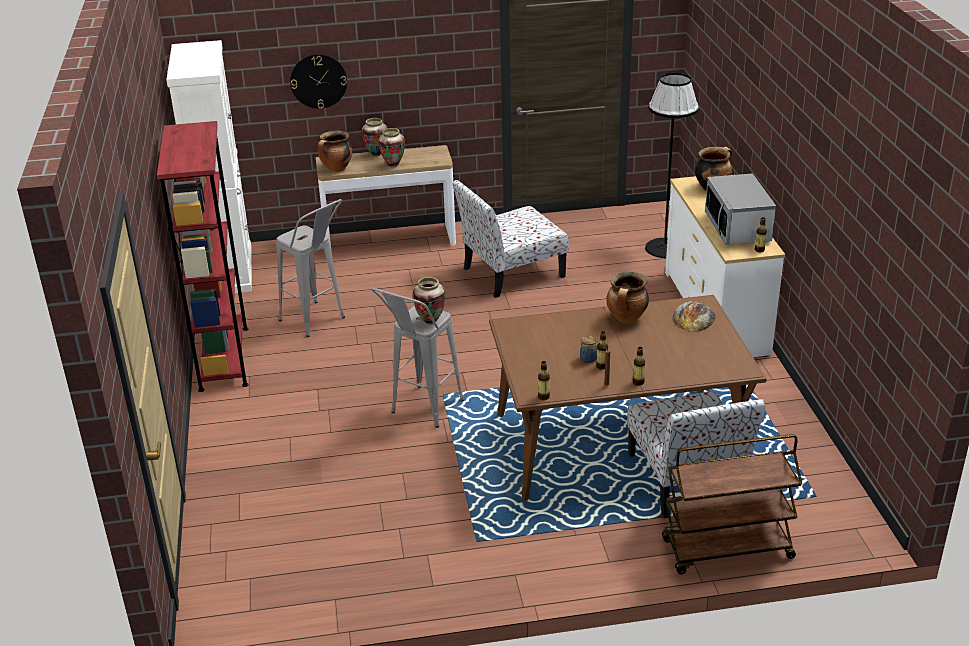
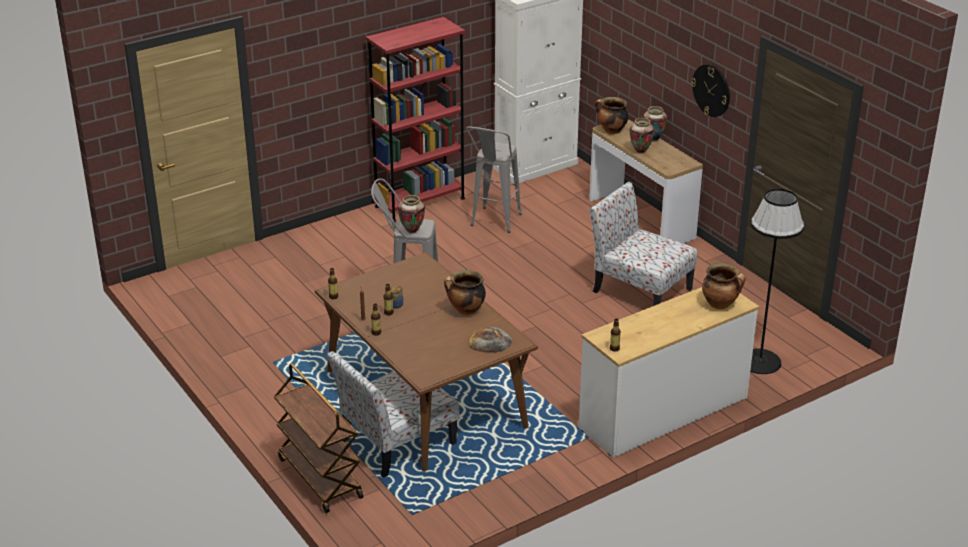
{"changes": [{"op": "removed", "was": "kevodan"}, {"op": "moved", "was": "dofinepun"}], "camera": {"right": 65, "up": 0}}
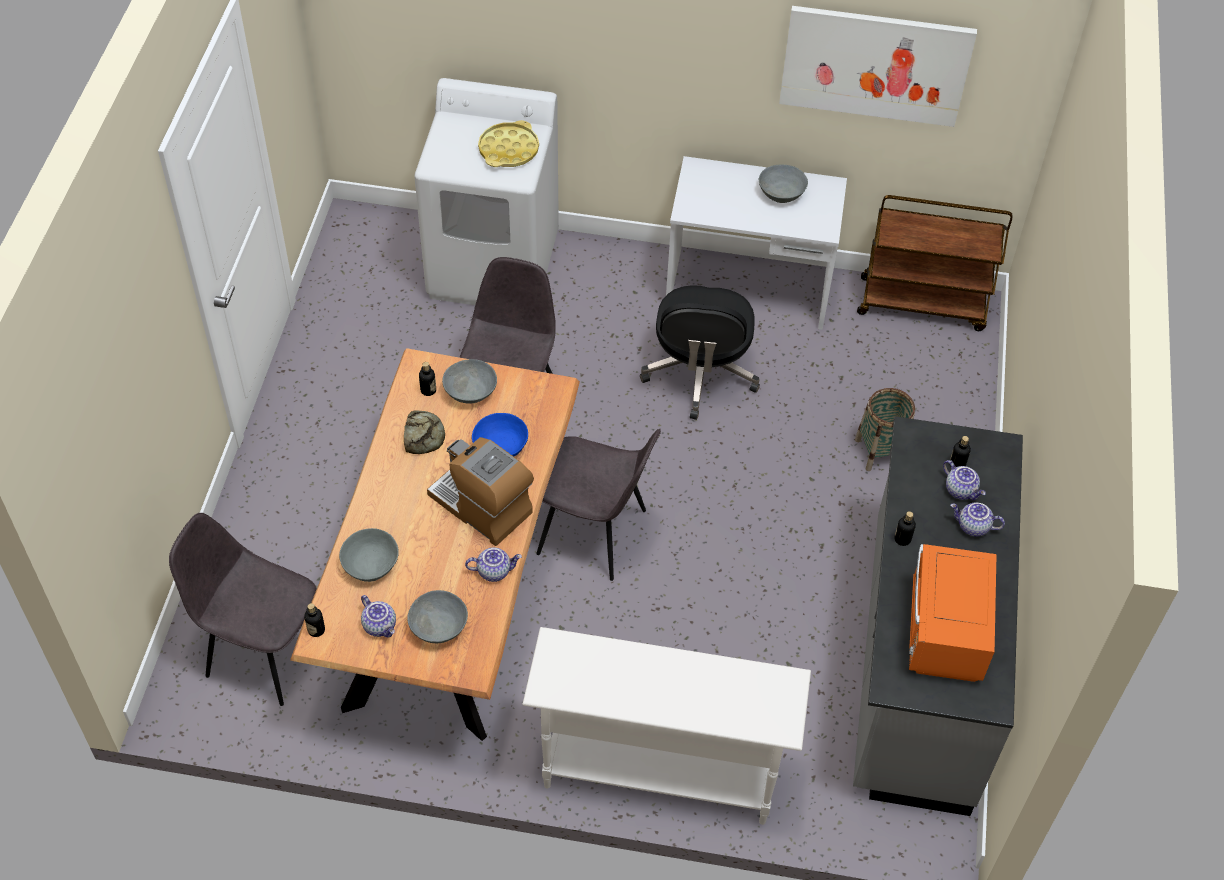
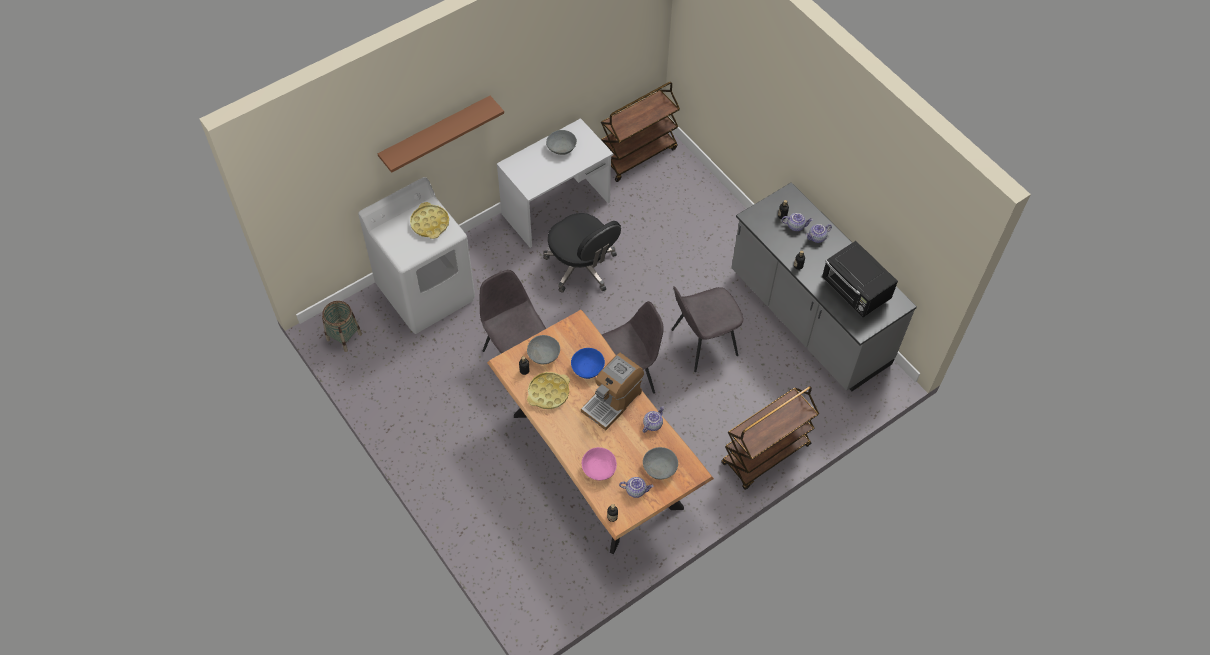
{"changes": [{"op": "removed", "was": "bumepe"}, {"op": "added", "now": "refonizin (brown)"}, {"op": "moved", "was": "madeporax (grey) (1st from left in the first image)", "now": "madeporax (grey) (3rd from left)"}, {"op": "moved", "was": "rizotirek"}, {"op": "replaced", "was": "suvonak", "now": "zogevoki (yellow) (2nd from left)"}, {"op": "replaced", "was": "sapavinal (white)", "now": "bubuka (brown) (2nd from left)"}, {"op": "recoloured", "was": "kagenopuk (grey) (1st from left)", "now": "kagenopuk (pink)"}, {"op": "recoloured", "was": "kevodan (orange)", "now": "kevodan (black)"}, {"op": "turned", "was": "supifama", "clockwise": -45}], "camera": {"right": -45, "up": 5}}
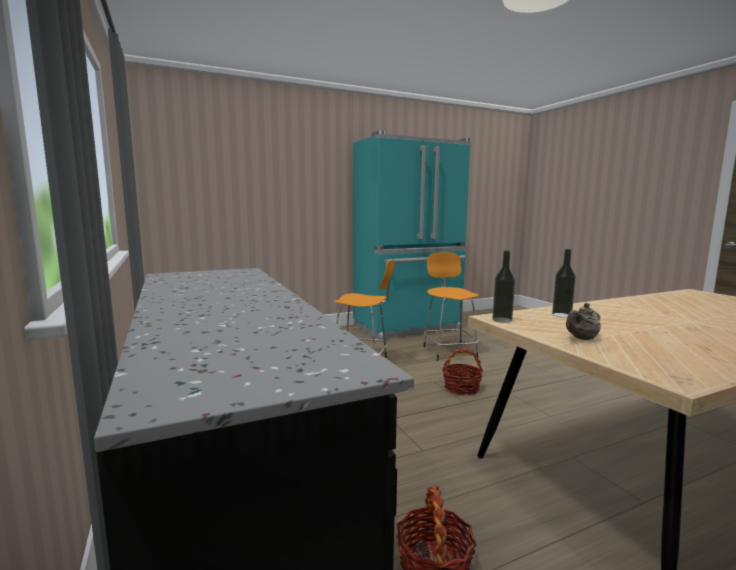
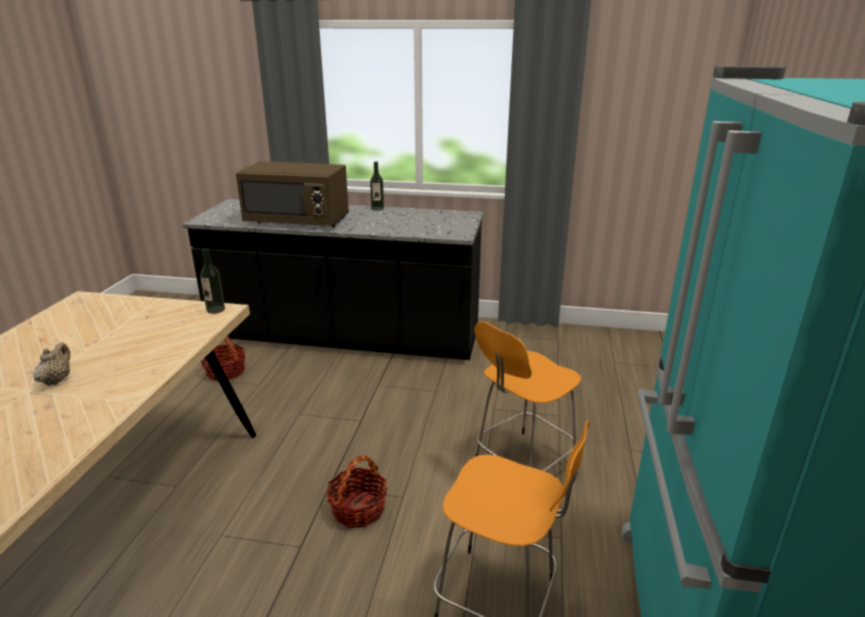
{"changes": [{"op": "added", "now": "kevodan (brown)"}, {"op": "moved", "was": "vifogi (2nd from left)"}, {"op": "moved", "was": "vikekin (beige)"}], "camera": {"right": 125, "up": 15}}
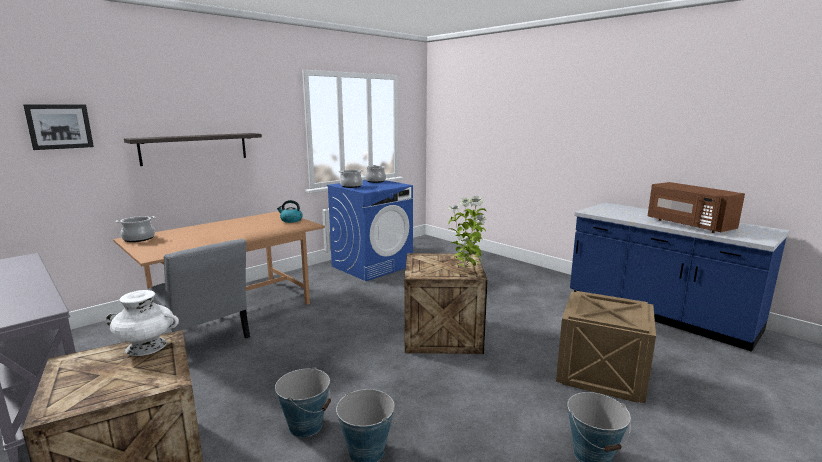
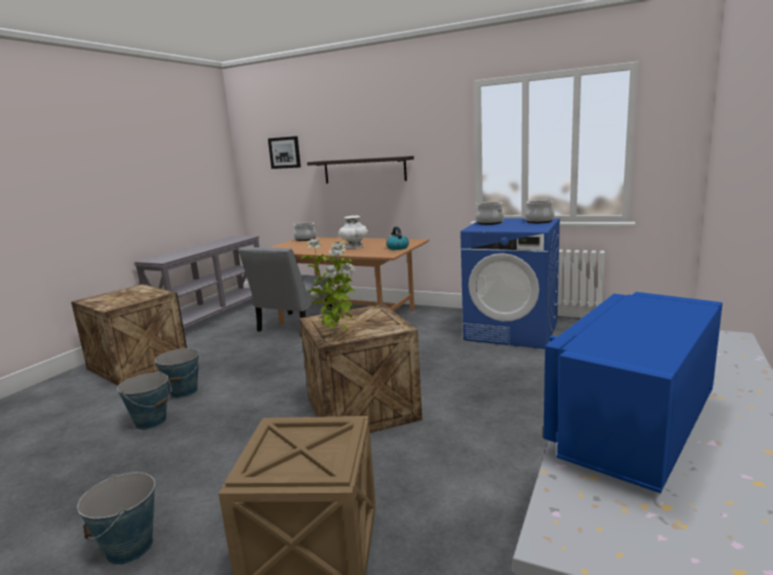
{"changes": [{"op": "moved", "was": "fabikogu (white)"}, {"op": "recoloured", "was": "kevodan (brown)", "now": "kevodan (blue)"}], "camera": {"right": 70, "up": 0}}
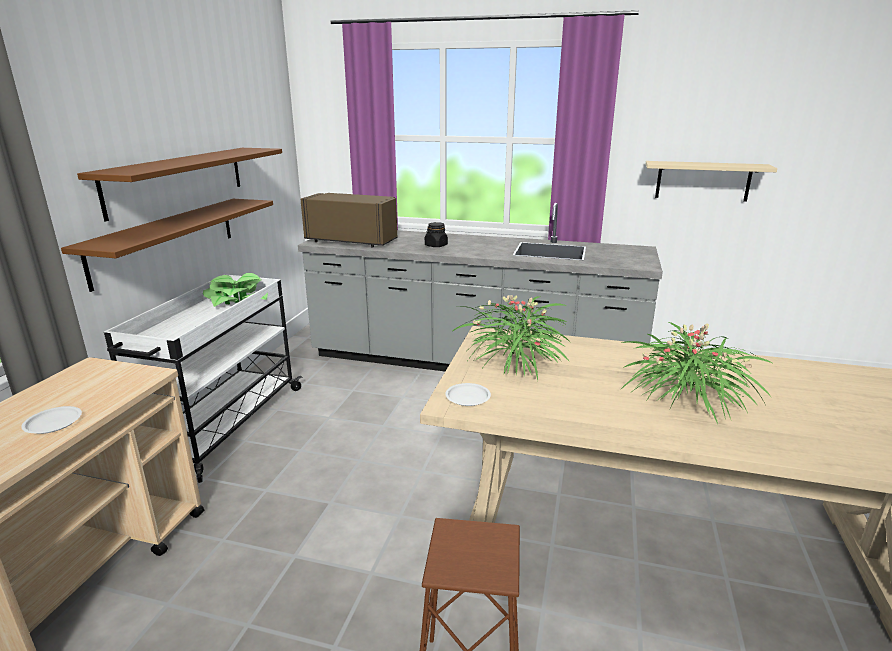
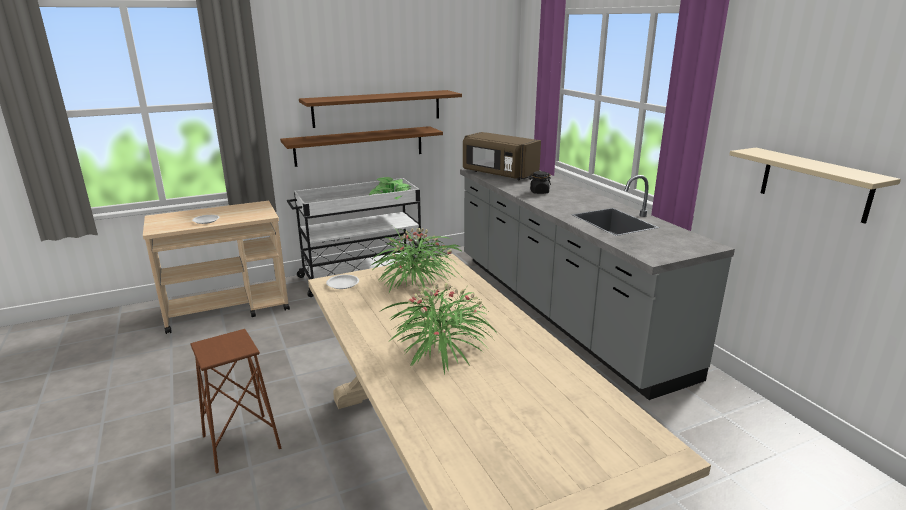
{"changes": [{"op": "turned", "was": "kevodan (brown)", "clockwise": 150}], "camera": {"right": 50, "up": 0}}
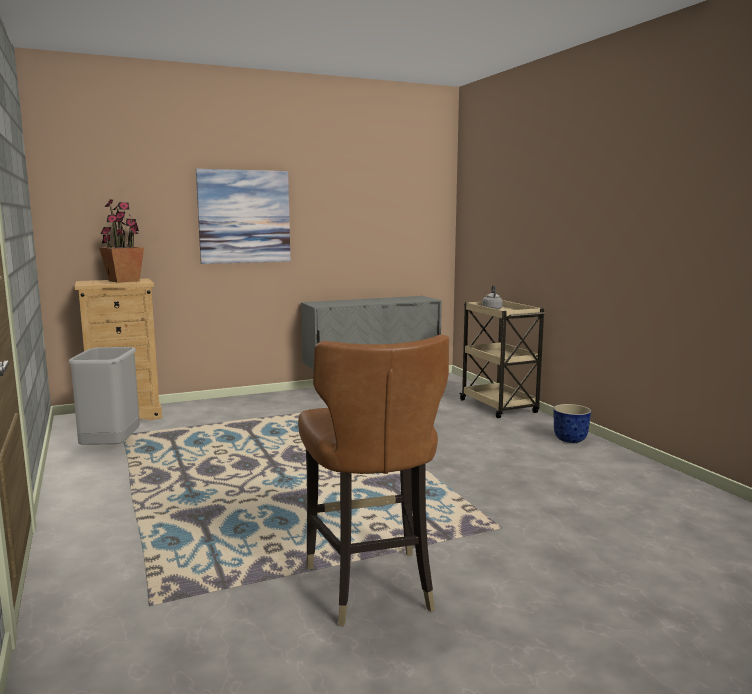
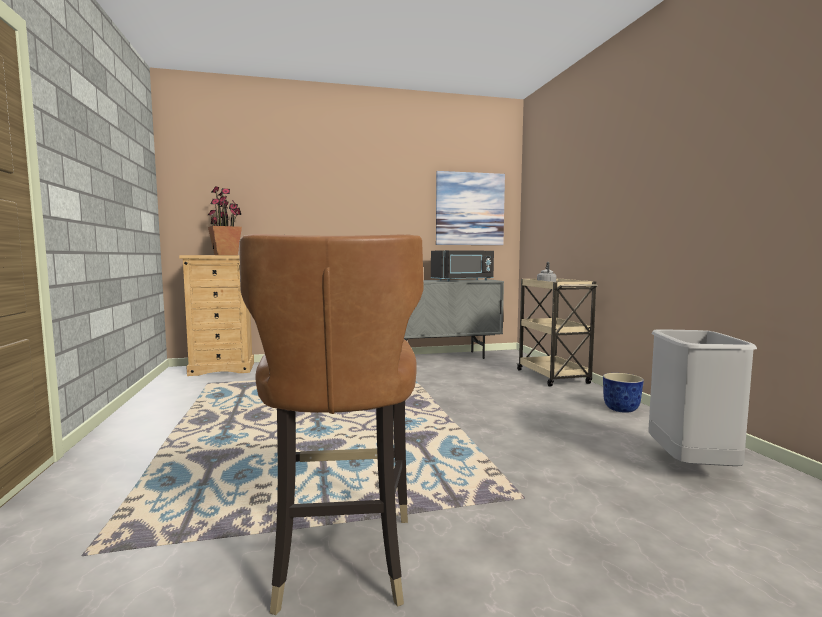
{"changes": [{"op": "added", "now": "kevodan (black)"}, {"op": "moved", "was": "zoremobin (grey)"}, {"op": "moved", "was": "bumepe"}], "camera": {"right": 10, "up": -5}}
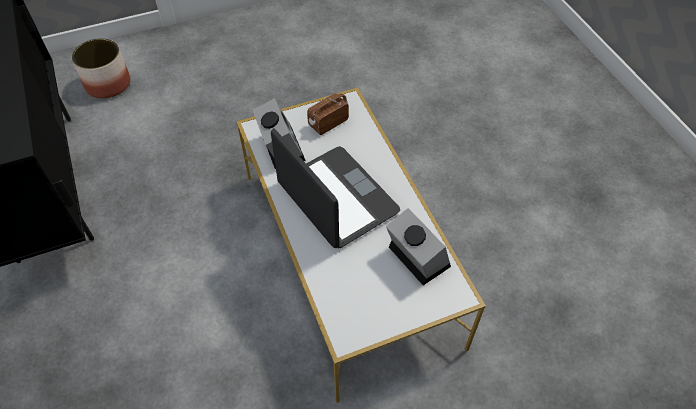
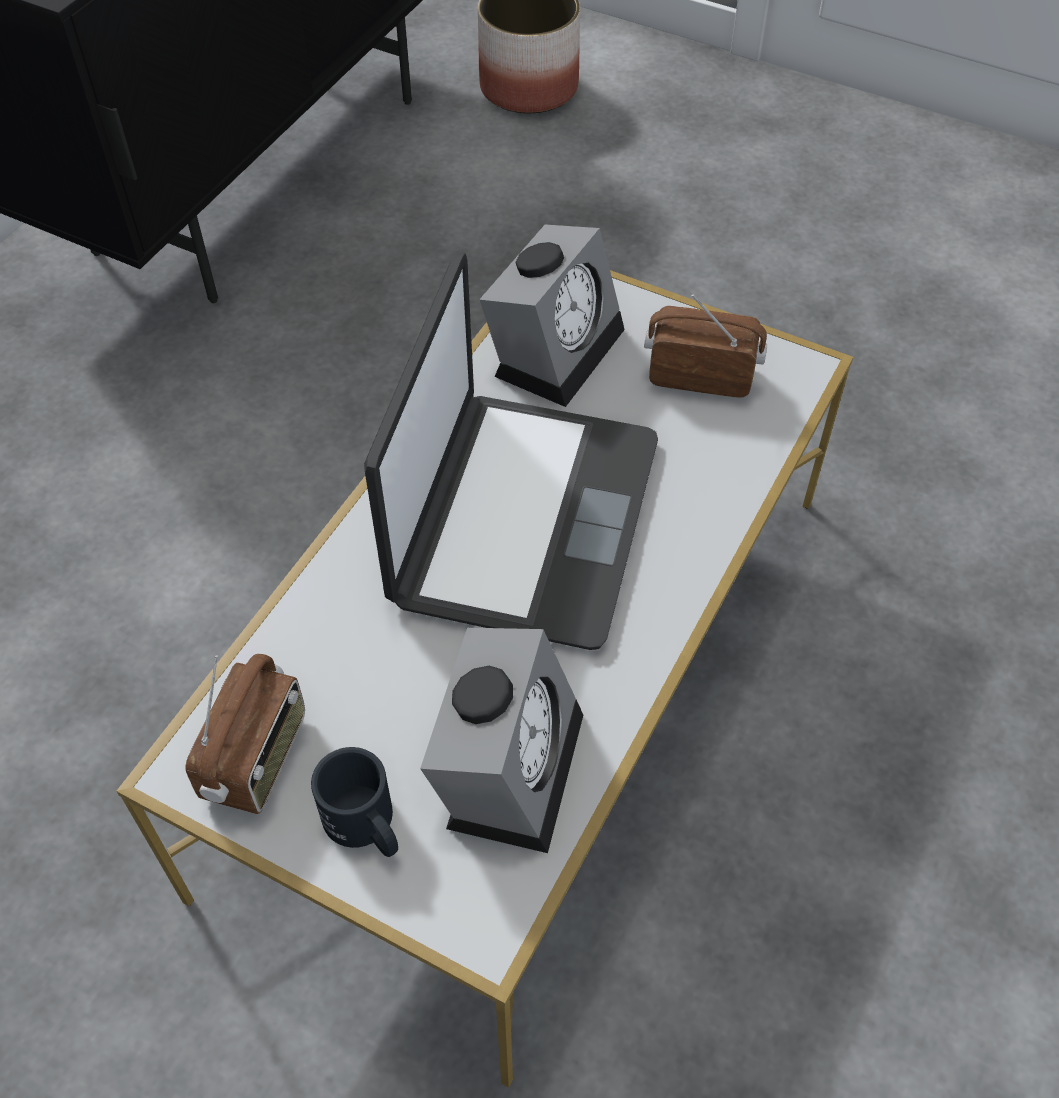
{"changes": [{"op": "added", "now": "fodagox (1st from left)"}, {"op": "added", "now": "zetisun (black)"}], "camera": {"right": 50, "up": 0}}
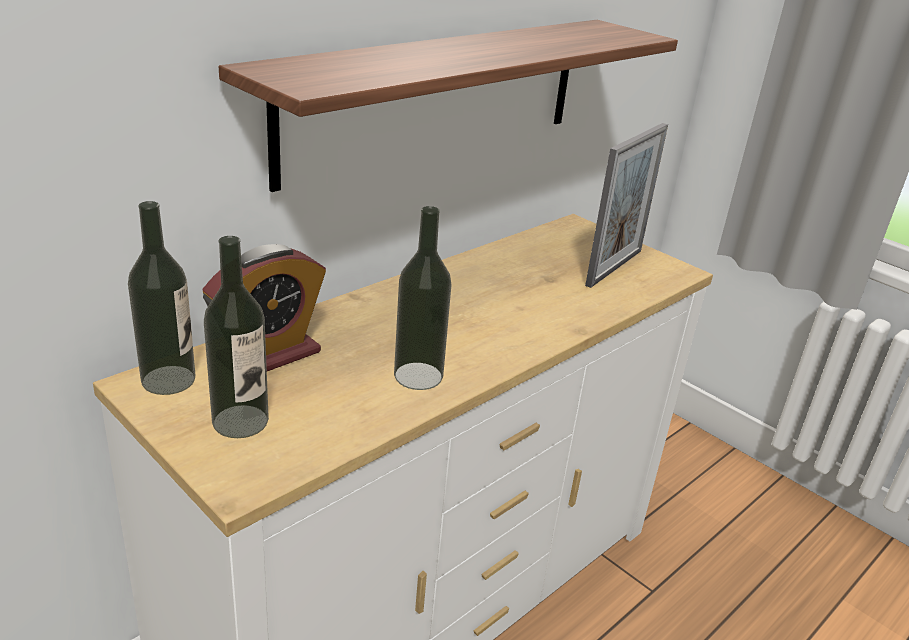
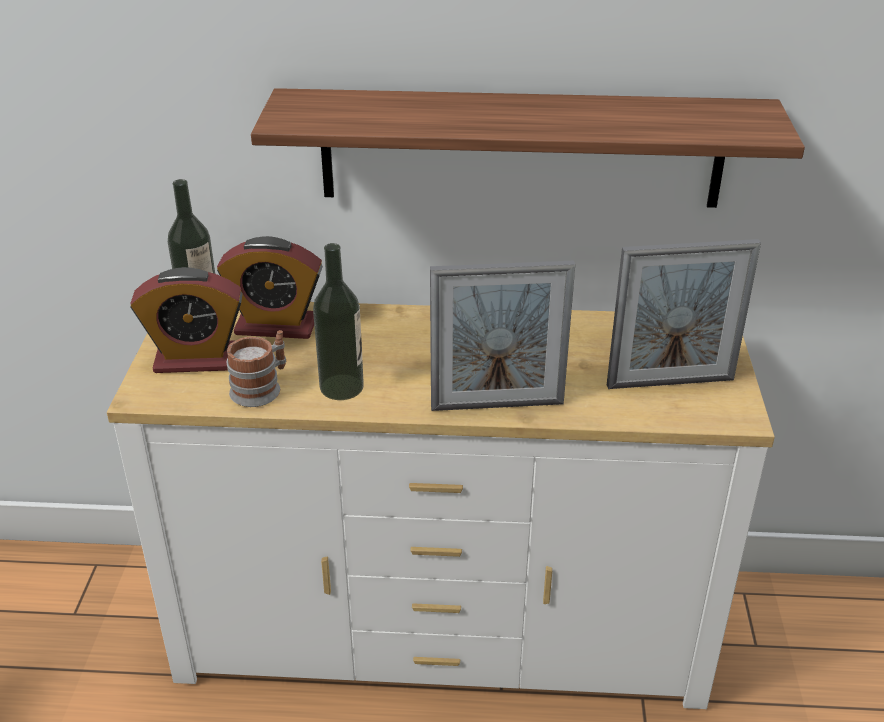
{"changes": [{"op": "added", "now": "zetisun"}, {"op": "added", "now": "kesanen (1st from left)"}, {"op": "replaced", "was": "vifogi (2nd from left)", "now": "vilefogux (1st from left)"}], "camera": {"right": 50, "up": 5}}
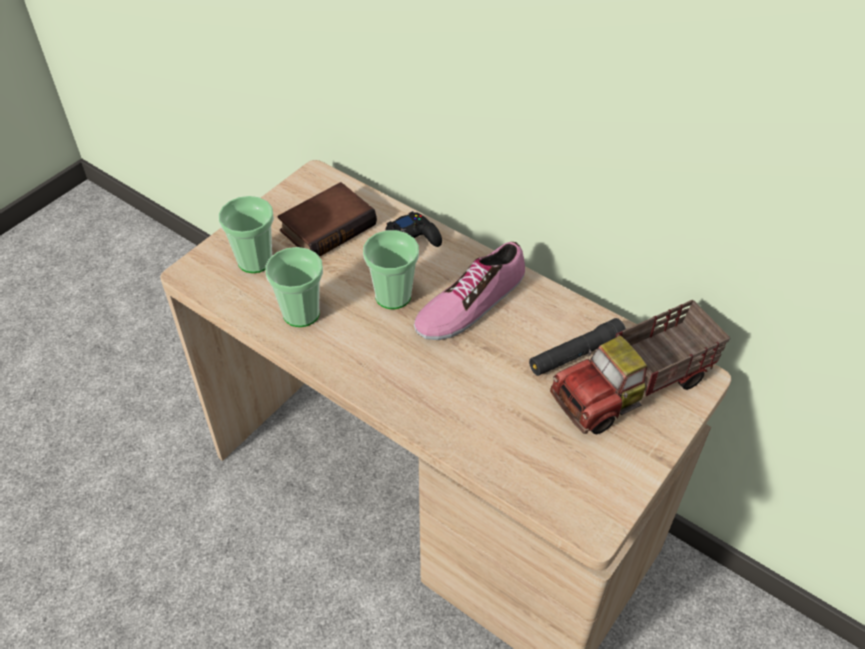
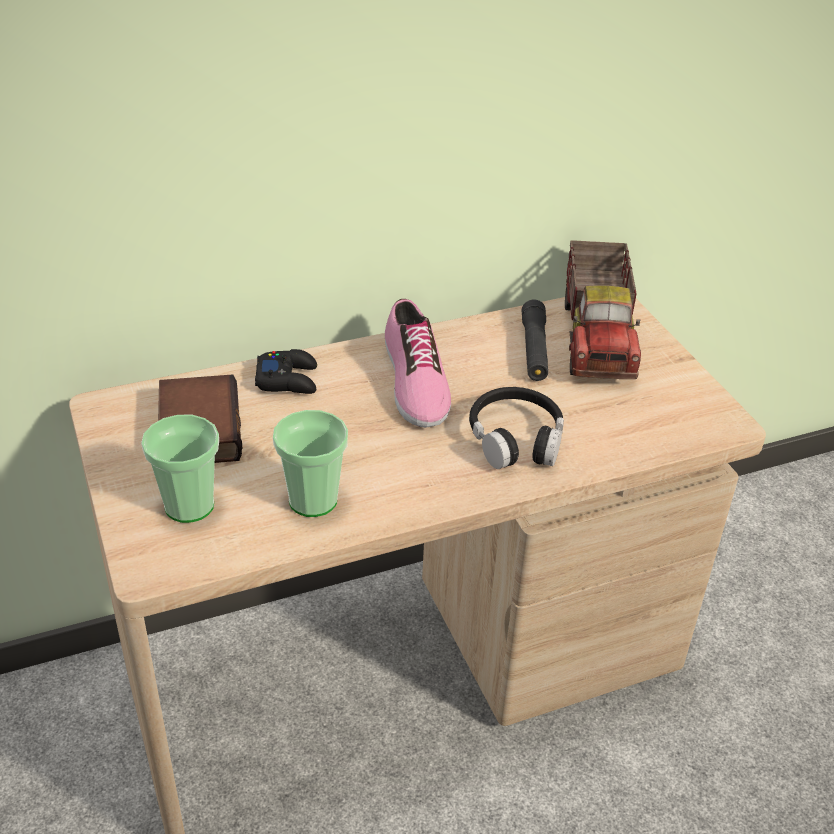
{"changes": [{"op": "removed", "was": "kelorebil (3rd from left)"}, {"op": "added", "now": "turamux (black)"}], "camera": {"right": -60, "up": -10}}
